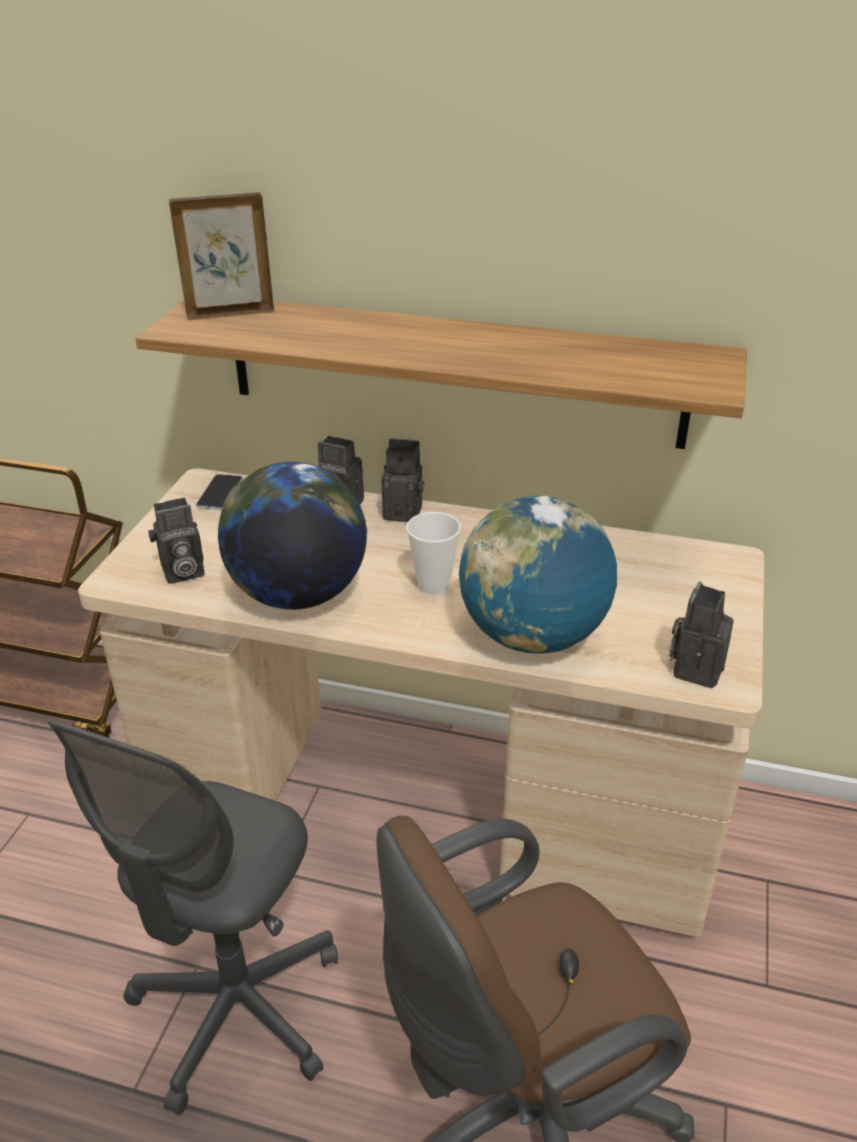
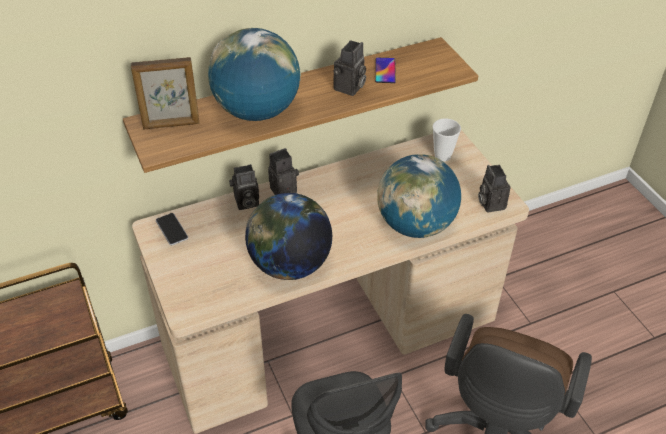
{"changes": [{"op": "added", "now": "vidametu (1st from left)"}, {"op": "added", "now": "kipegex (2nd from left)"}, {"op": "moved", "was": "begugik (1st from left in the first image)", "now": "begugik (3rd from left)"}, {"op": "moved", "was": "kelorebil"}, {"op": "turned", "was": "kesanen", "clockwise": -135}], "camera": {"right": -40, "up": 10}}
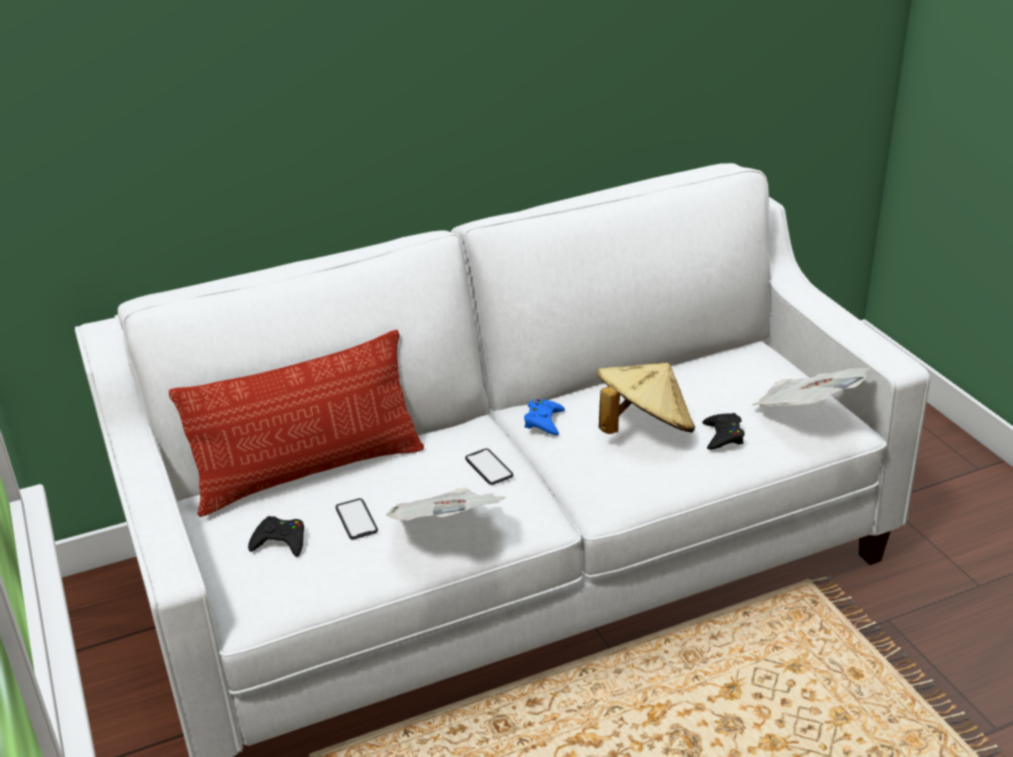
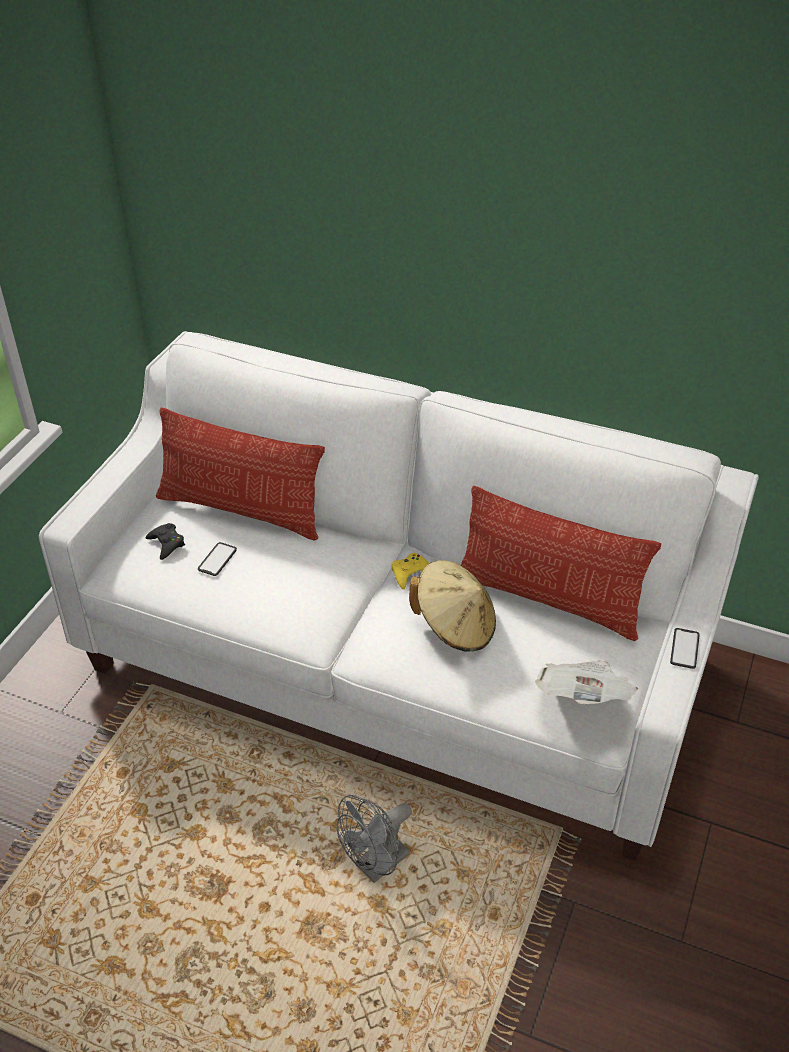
{"changes": [{"op": "removed", "was": "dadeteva (1st from left)"}, {"op": "removed", "was": "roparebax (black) (2nd from left)"}, {"op": "added", "now": "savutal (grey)"}, {"op": "added", "now": "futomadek (2nd from left)"}, {"op": "moved", "was": "kipegex (2nd from left)"}, {"op": "recoloured", "was": "roparebax (blue)", "now": "roparebax (yellow)"}], "camera": {"right": 45, "up": 10}}
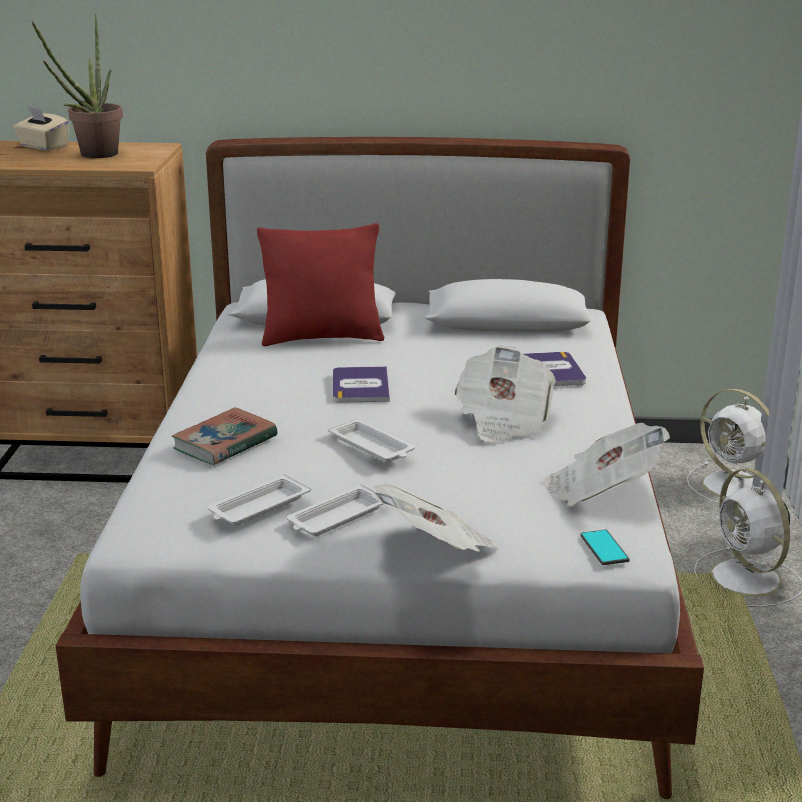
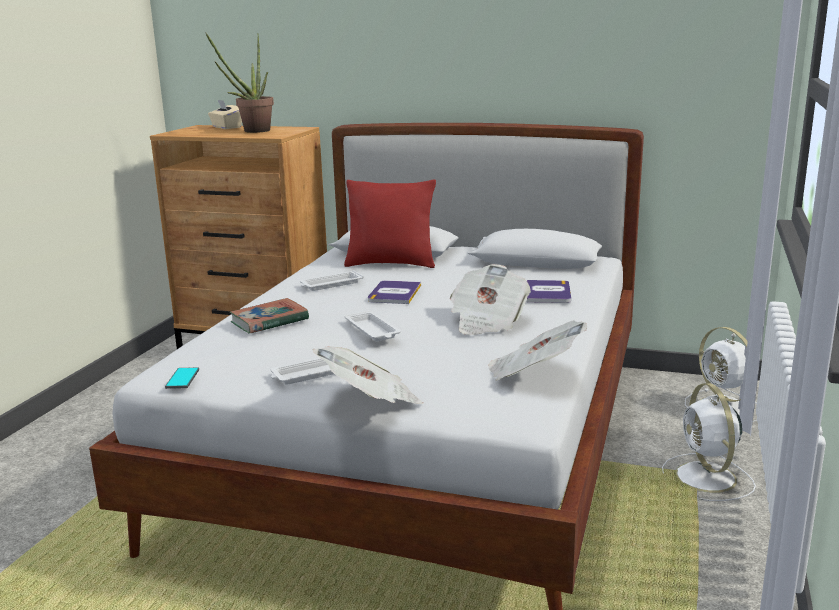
{"changes": [{"op": "moved", "was": "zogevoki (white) (1st from left in the first image)", "now": "zogevoki (white) (2nd from left)"}, {"op": "moved", "was": "kipegex"}], "camera": {"right": 15, "up": -5}}
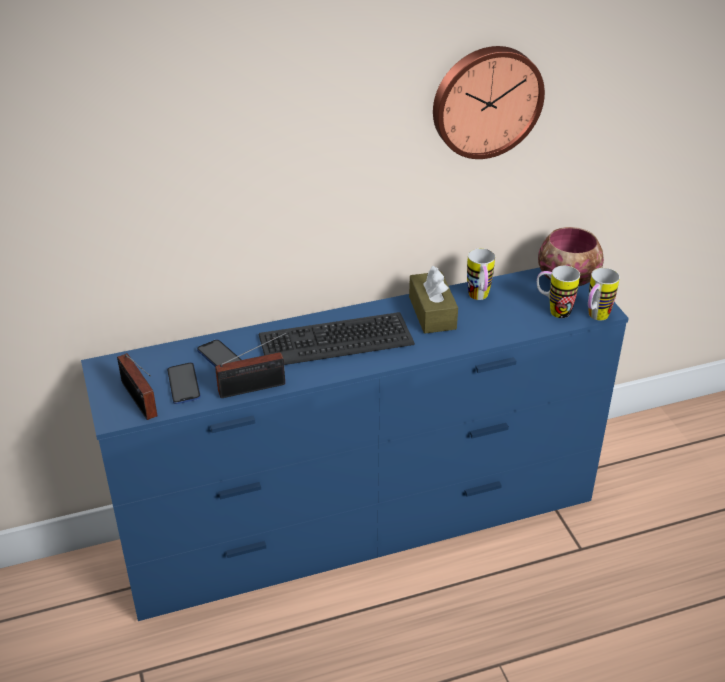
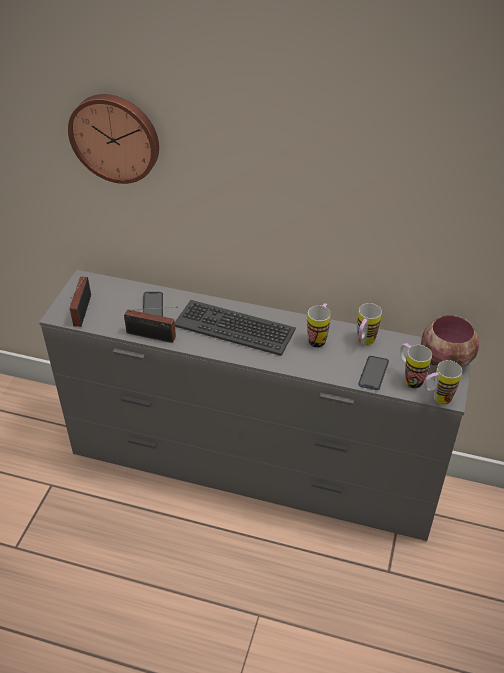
{"changes": [{"op": "moved", "was": "kipegex (1st from left in the first image)", "now": "kipegex (2nd from left)"}, {"op": "moved", "was": "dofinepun"}, {"op": "replaced", "was": "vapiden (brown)", "now": "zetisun (1st from left)"}, {"op": "recoloured", "was": "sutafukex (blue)", "now": "sutafukex (grey)"}], "camera": {"right": 35, "up": 5}}
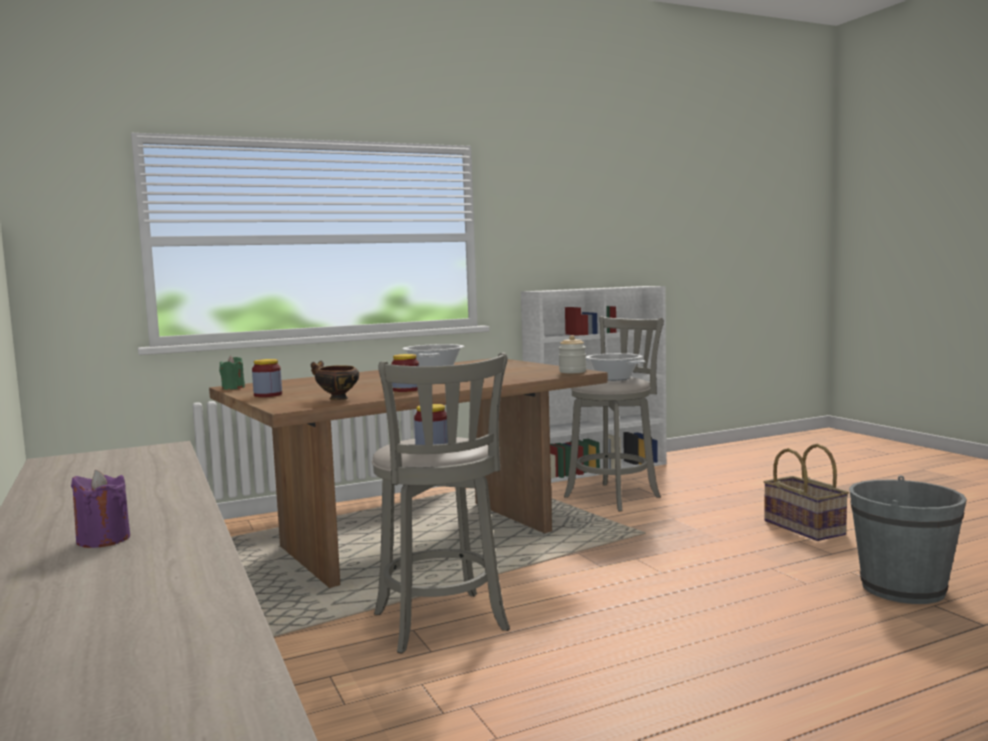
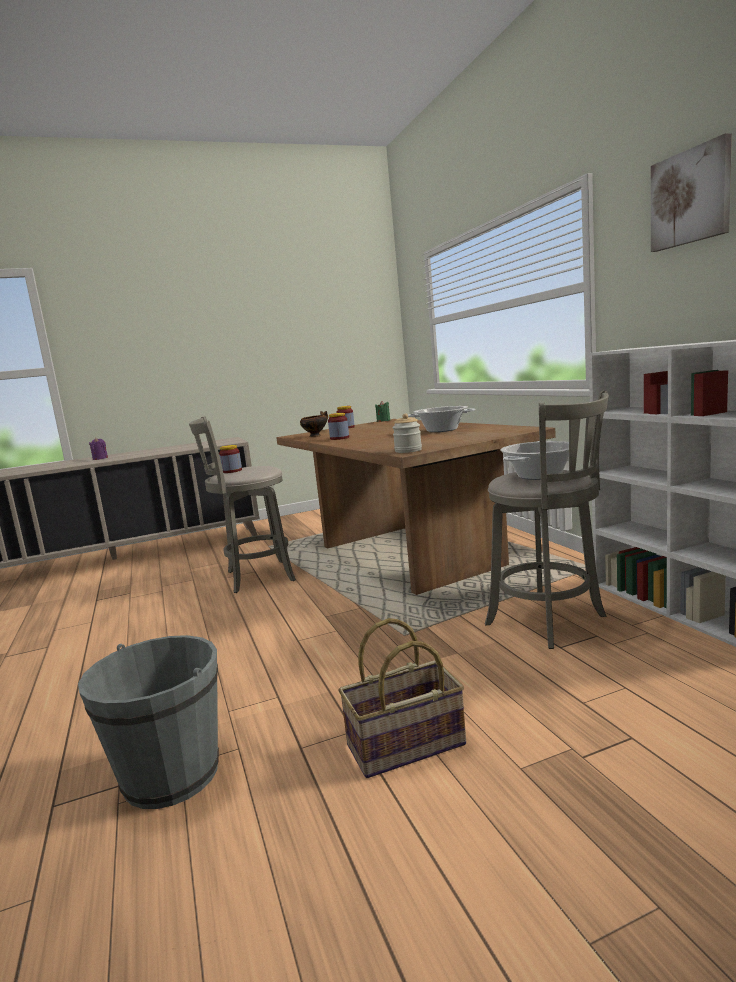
{"changes": [{"op": "added", "now": "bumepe"}], "camera": {"right": 95, "up": 5}}
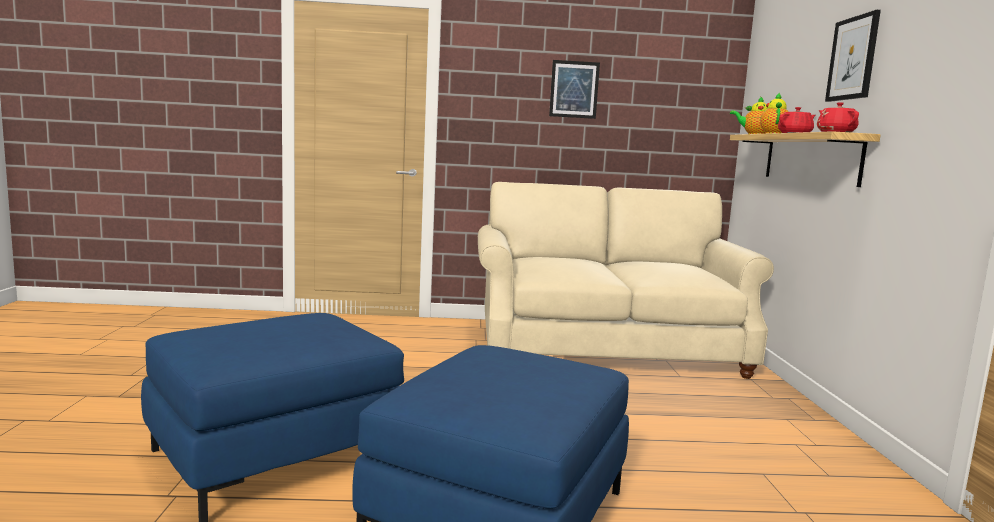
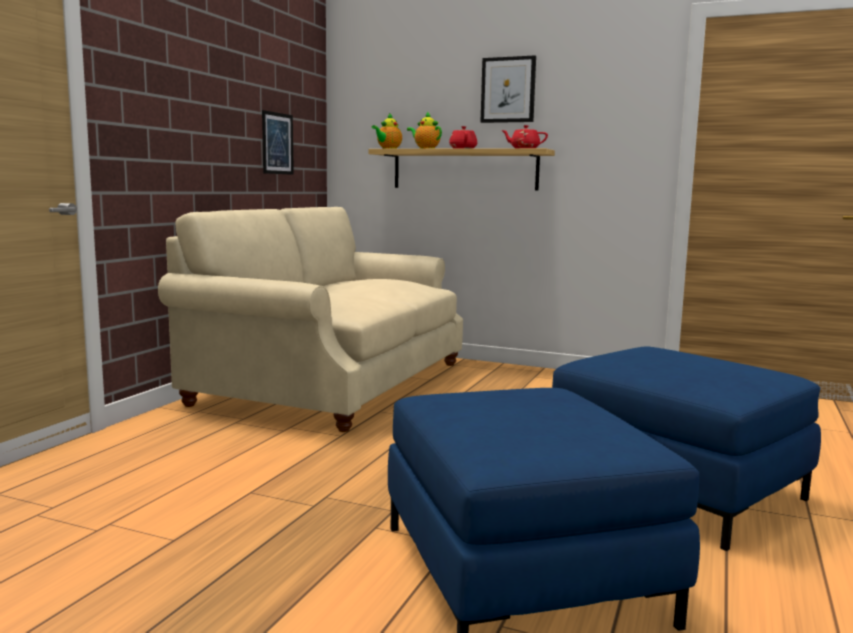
{"changes": [{"op": "moved", "was": "bumepe (1st from left)"}], "camera": {"right": -65, "up": 0}}
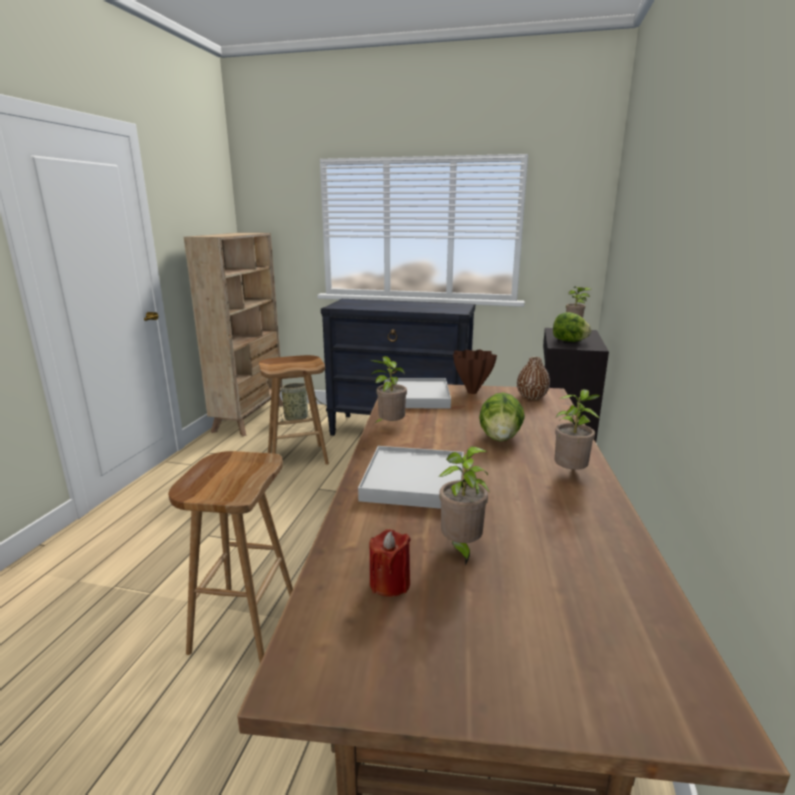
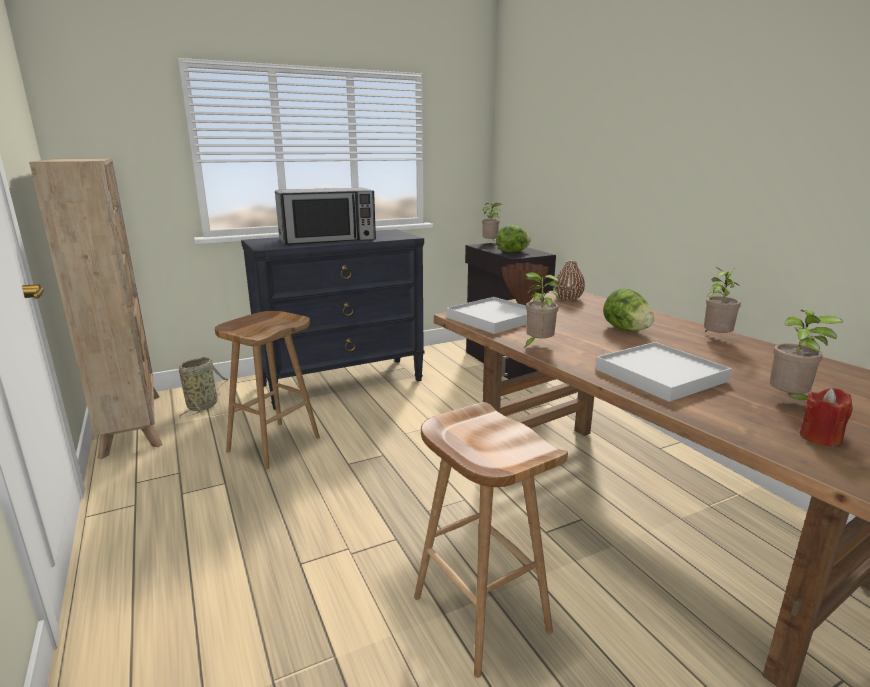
{"changes": [{"op": "added", "now": "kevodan"}], "camera": {"right": -40, "up": 0}}
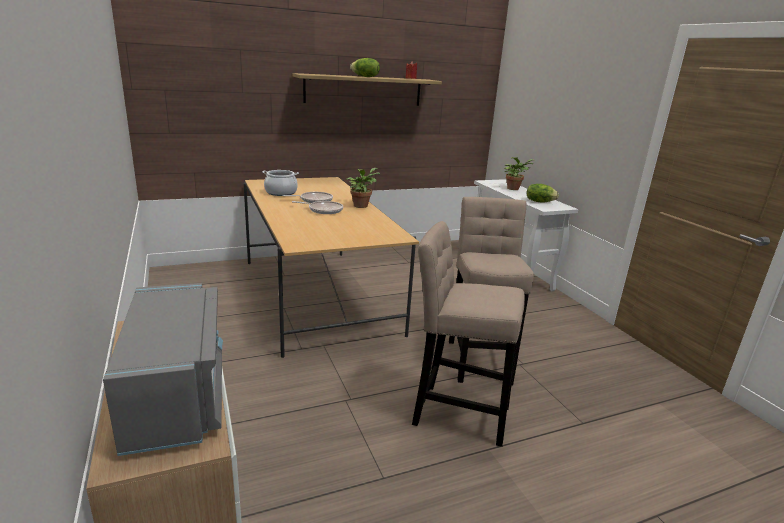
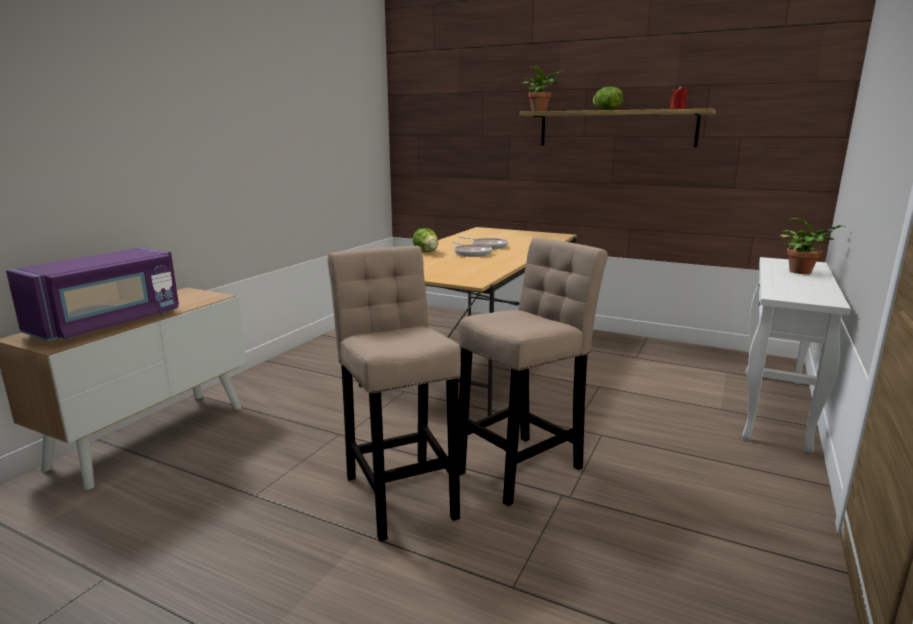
{"changes": [{"op": "removed", "was": "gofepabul"}, {"op": "moved", "was": "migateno (1st from left)"}, {"op": "moved", "was": "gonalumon (2nd from left in the first image)", "now": "gonalumon (1st from left)"}, {"op": "recoloured", "was": "kevodan (grey)", "now": "kevodan (purple)"}], "camera": {"right": 50, "up": -5}}
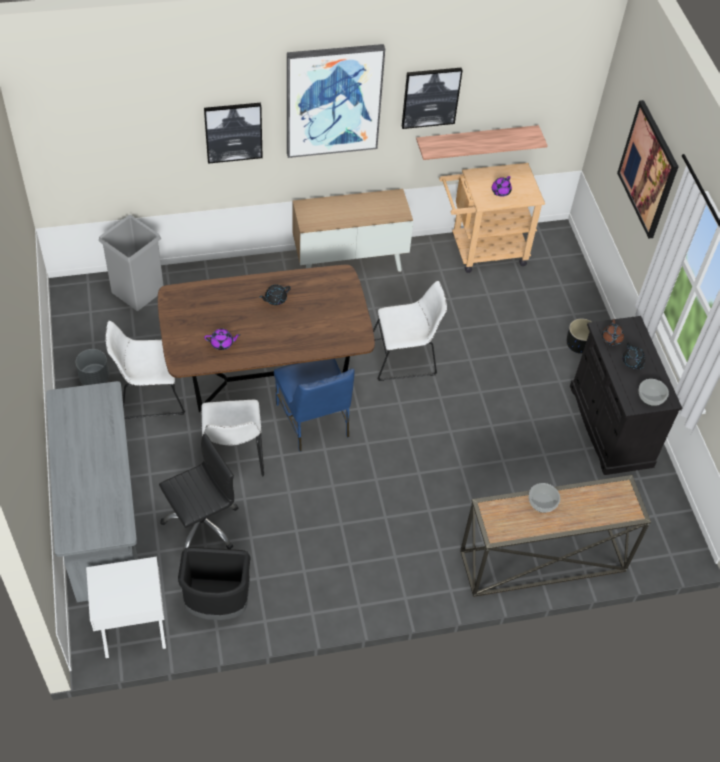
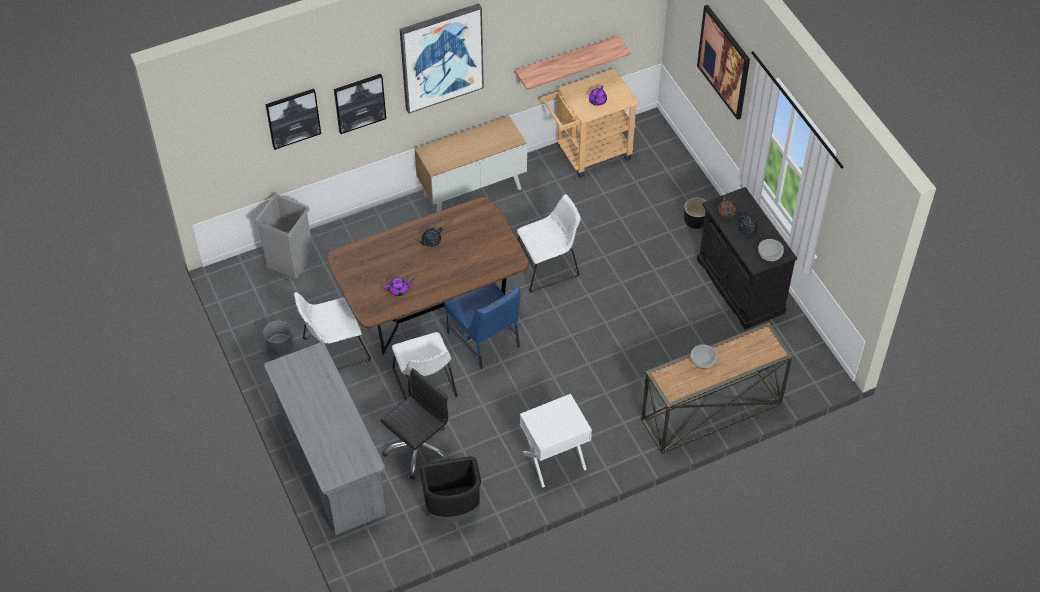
{"changes": [{"op": "moved", "was": "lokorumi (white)"}, {"op": "moved", "was": "bumepe (3rd from left in the first image)", "now": "bumepe (1st from left)"}], "camera": {"right": -10, "up": 0}}
